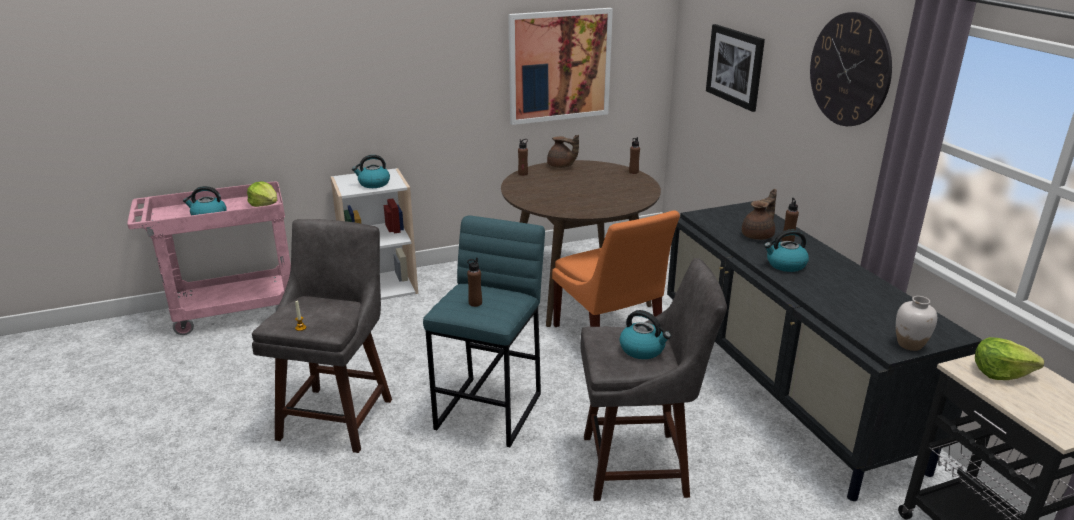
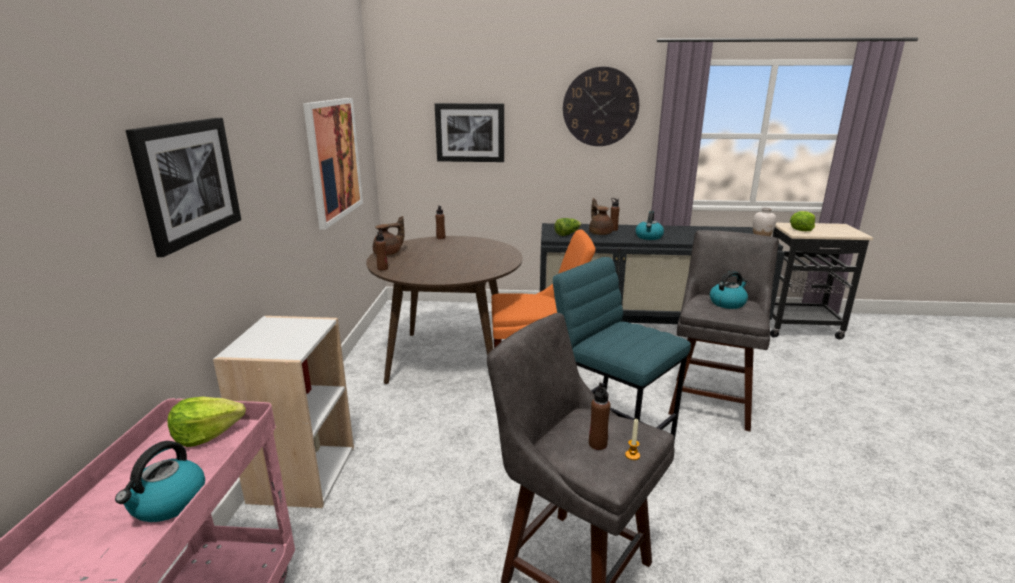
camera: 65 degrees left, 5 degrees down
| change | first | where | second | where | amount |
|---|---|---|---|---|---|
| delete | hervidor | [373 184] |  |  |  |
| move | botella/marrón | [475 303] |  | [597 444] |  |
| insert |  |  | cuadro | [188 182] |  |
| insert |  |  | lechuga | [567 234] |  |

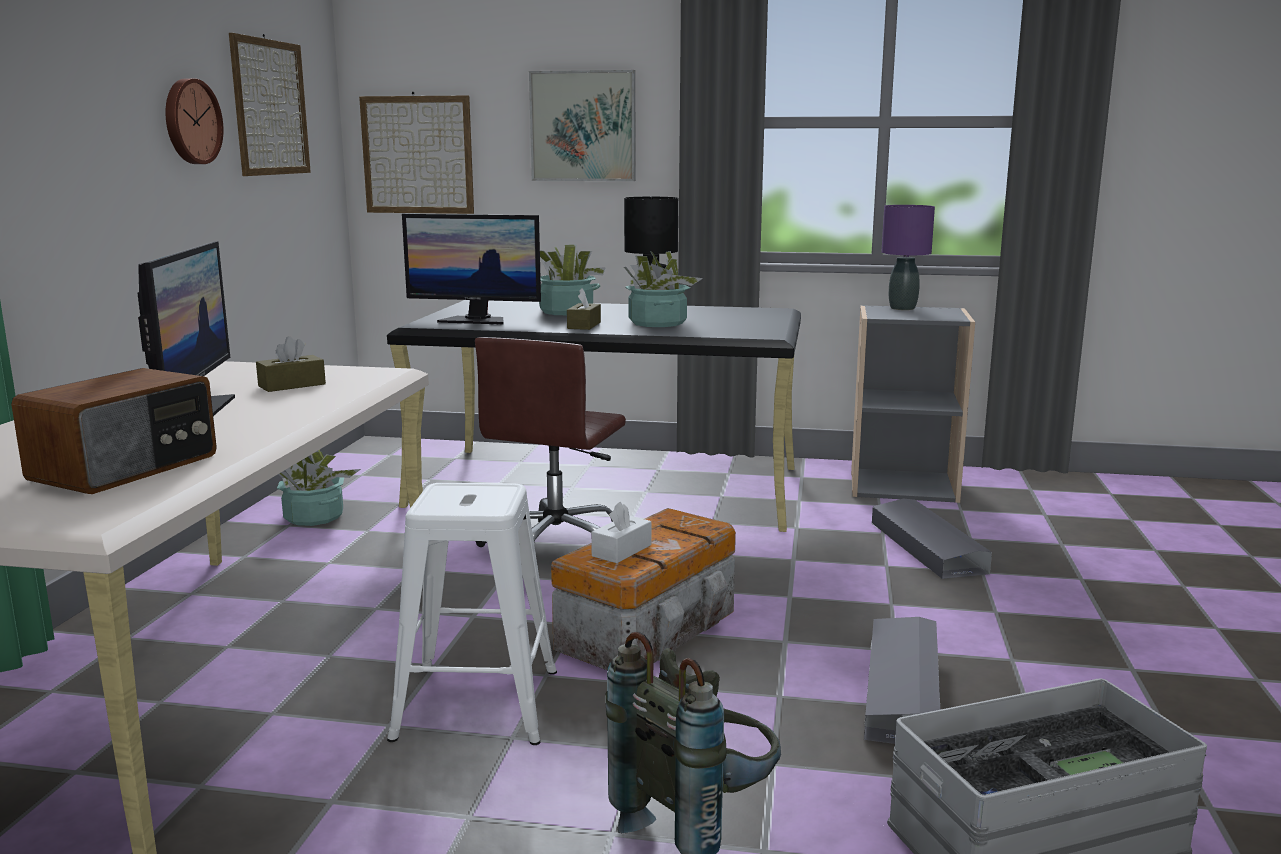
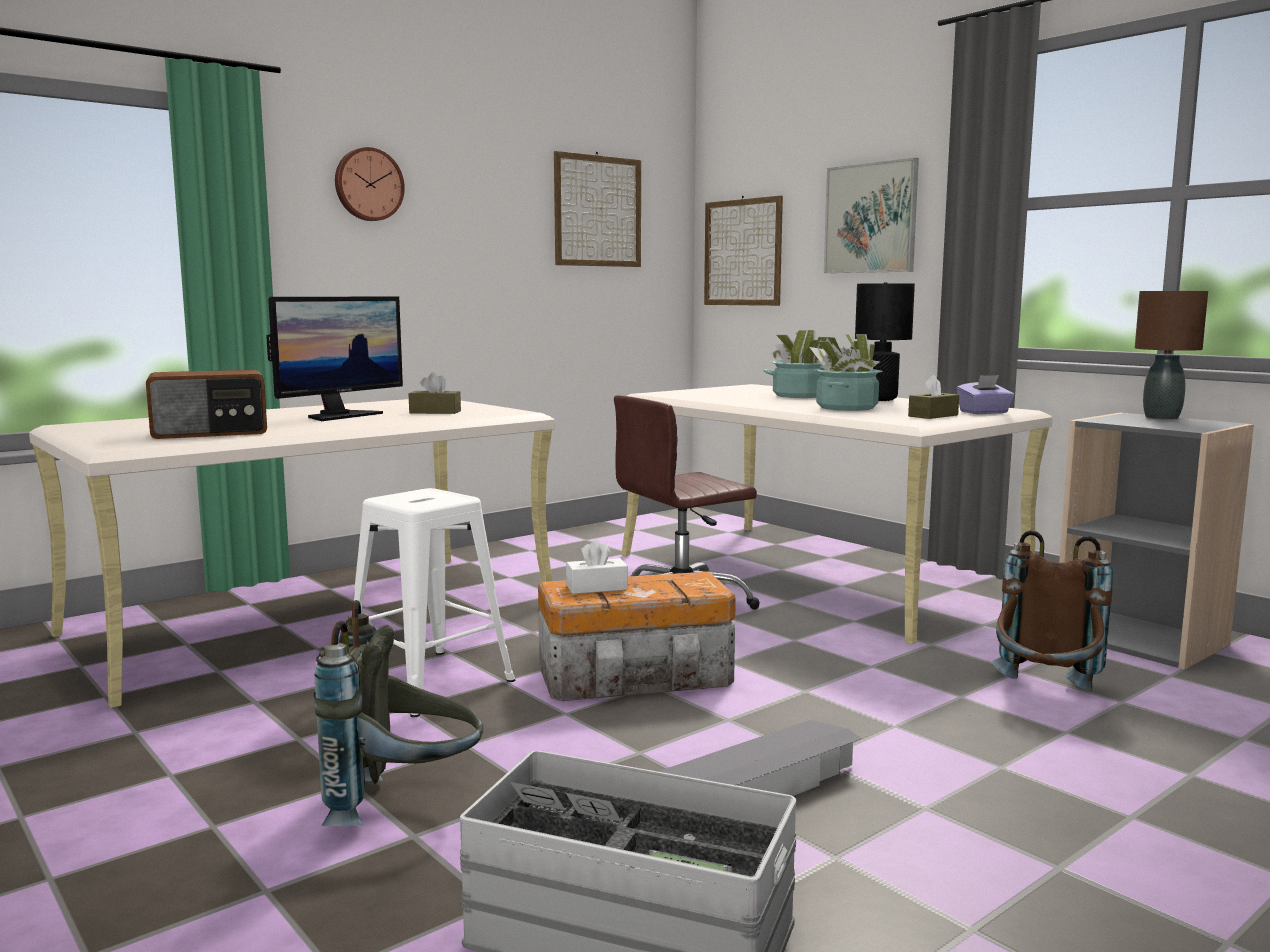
camera: 40 degrees right, 5 degrees down
| change | first | where | second | where | amount |
|---|---|---|---|---|---|
| move | reloj de pared | [190 121] |  | [368 184] |  |
| delete | planta en maceta | [313 517] |  |  |  |
| recolor | escritorio/negro | [609 486] | escritorio/beis | [815 575] |  |
| delete | monitor | [476 320] |  |  |  |
| move | caja de pañuelos/marrón | [584 325] |  | [933 416] |  |
| replace | caja de almacenaje/gris | [927 547] | mochila/marrón | [1045 695] |  |
| recolor | lámpara de mesa/morado | [902 308] | lámpara de mesa/marrón | [1161 417] |  |
| insert |  |  | caja de pañuelos/morado | [984 412] |  |

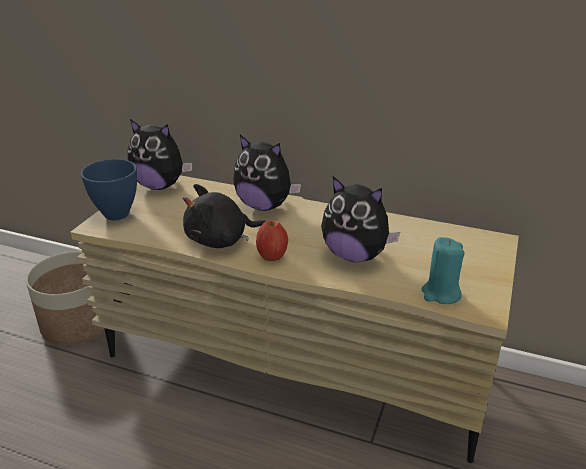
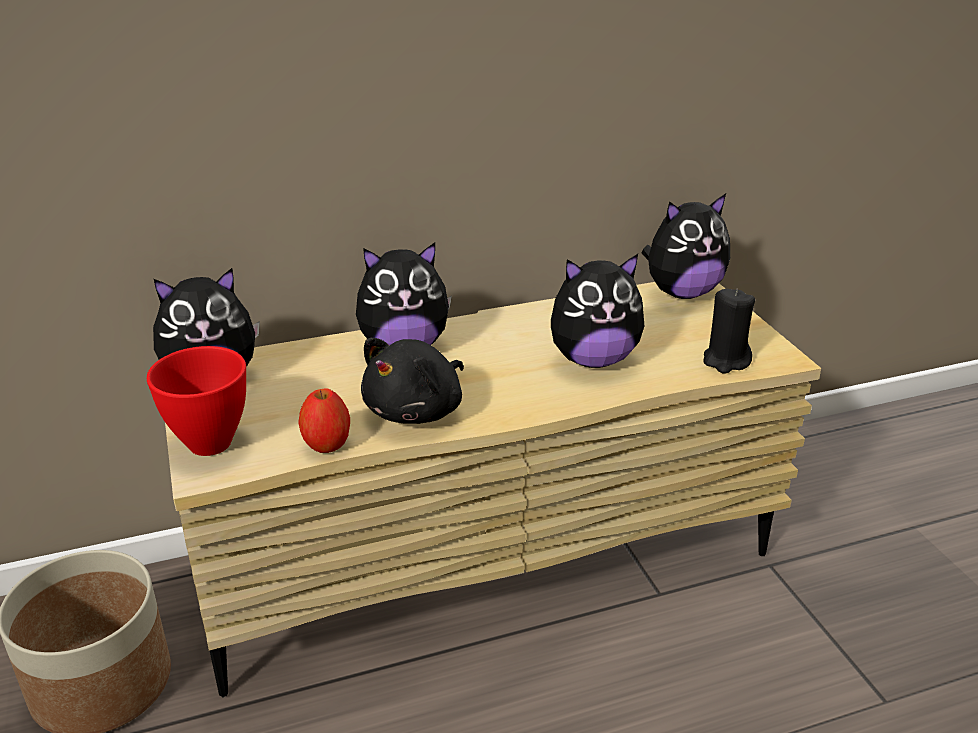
camera: 40 degrees left, 0 degrees up
| change | first | where | second | where | amount |
|---|---|---|---|---|---|
| recolor | cuenco/azul | [118 214] | cuenco/rojo | [212 442] |  |
| move | manzana | [272 256] |  | [327 444] |  |
| recolor | vela/turquesa | [440 294] | vela/negro | [726 361] |  |
| insert |  |  | peluche | [682 292] |  |

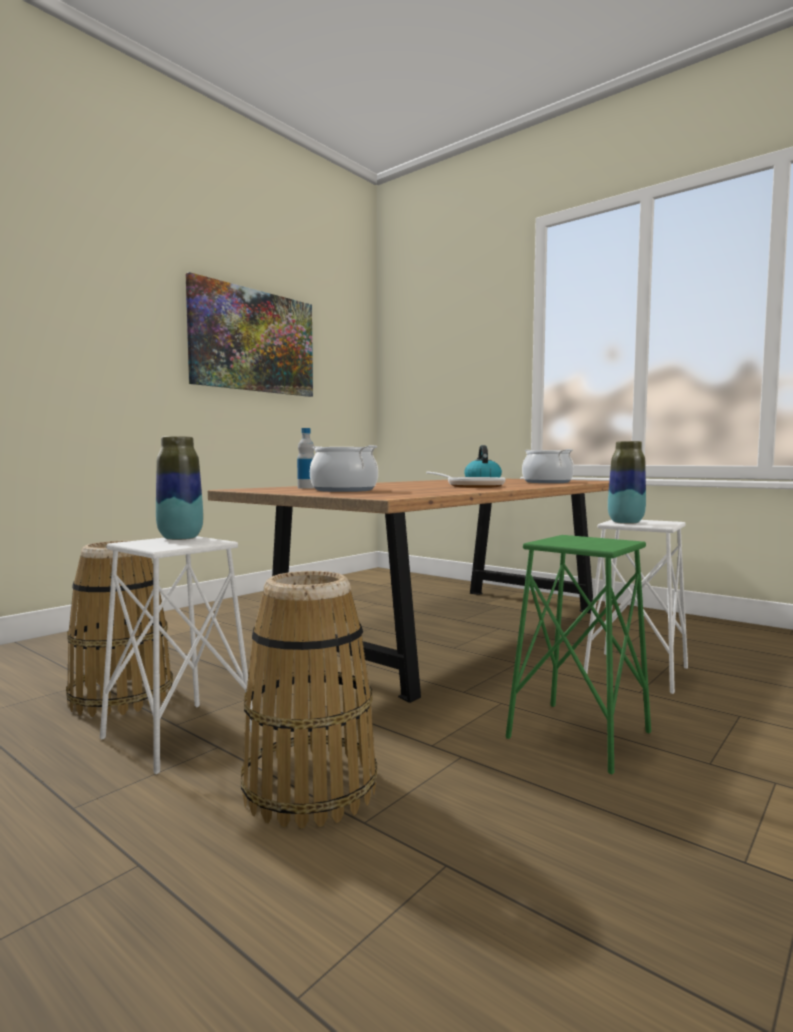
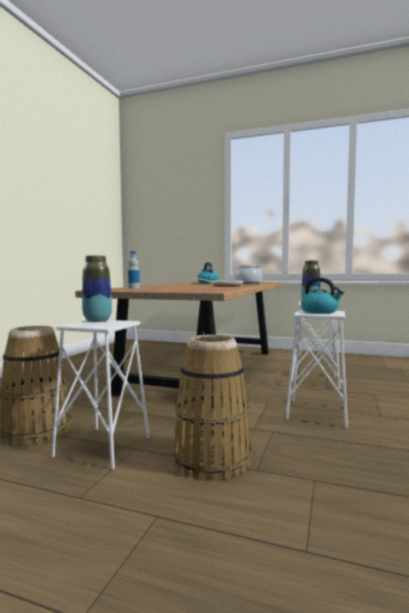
camera: 20 degrees left, 0 degrees up
| change | first | where | second | where | amount |
|---|---|---|---|---|---|
| delete | cuadro | [253 341] |  |  |  |
| delete | olla | [344 490] |  |  |  |
| recolor | taburete/verde | [578 735] | taburete/blanco | [317 413] |  |
| insert |  |  | hervidor | [320 311] |  |

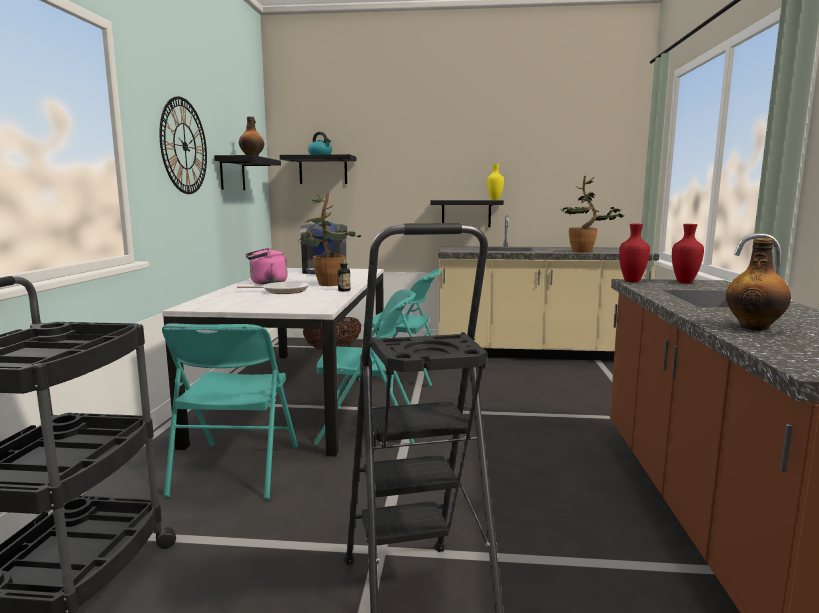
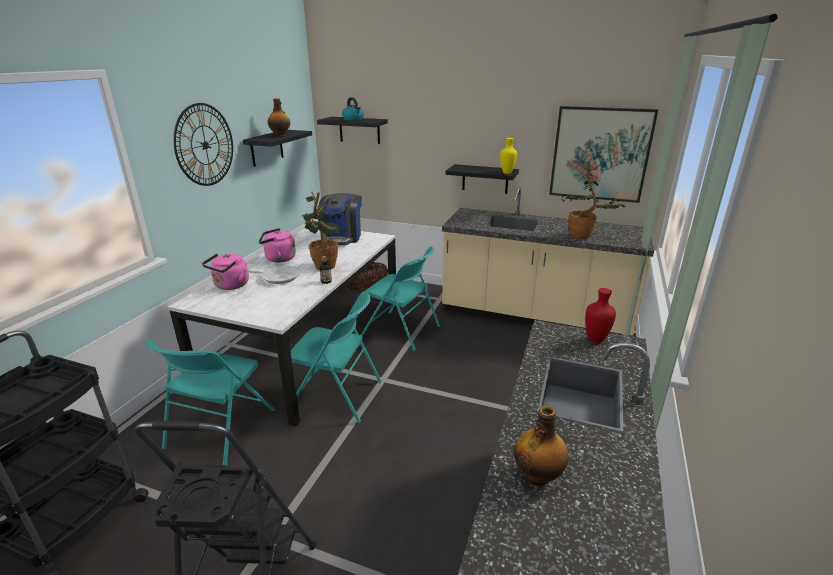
camera: 15 degrees right, 15 degrees up
| change | first | where | second | where | amount |
|---|---|---|---|---|---|
| delete | florero/rojo | [631 281] |  |  |  |
| insert |  |  | hervidor/rosa | [230 286] |  |
| insert |  |  | cuadro | [600 154] |  |

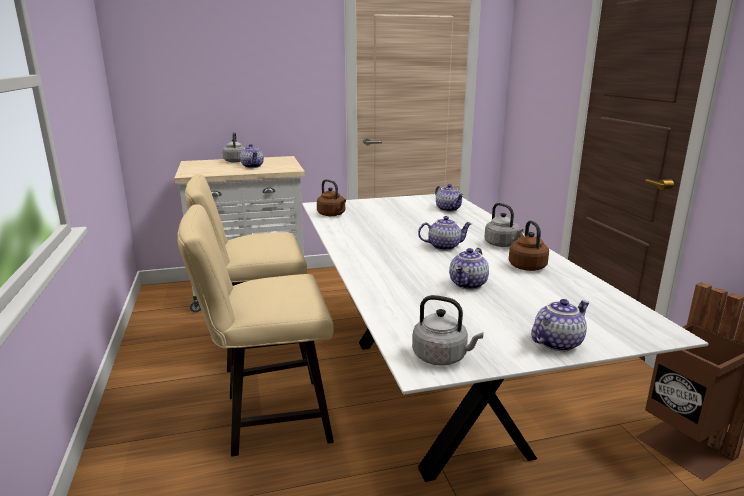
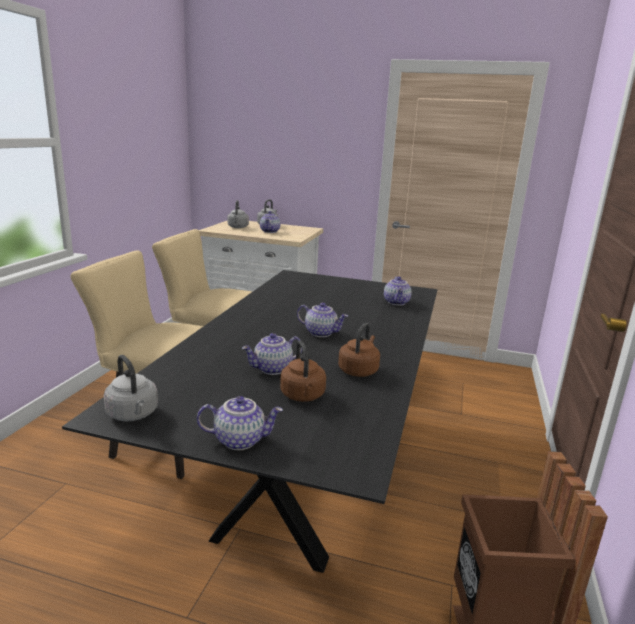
camera: 30 degrees right, 0 degrees up
| change | first | where | second | where | amount |
|---|---|---|---|---|---|
| recolor | mesa de comedor/blanco | [433 392] | mesa de comedor/negro | [305 474] |  |
| move | hervidor/marrón | [332 214] |  | [303 396] |  |
| move | hervidor/gris | [502 245] |  | [238 227] |  |

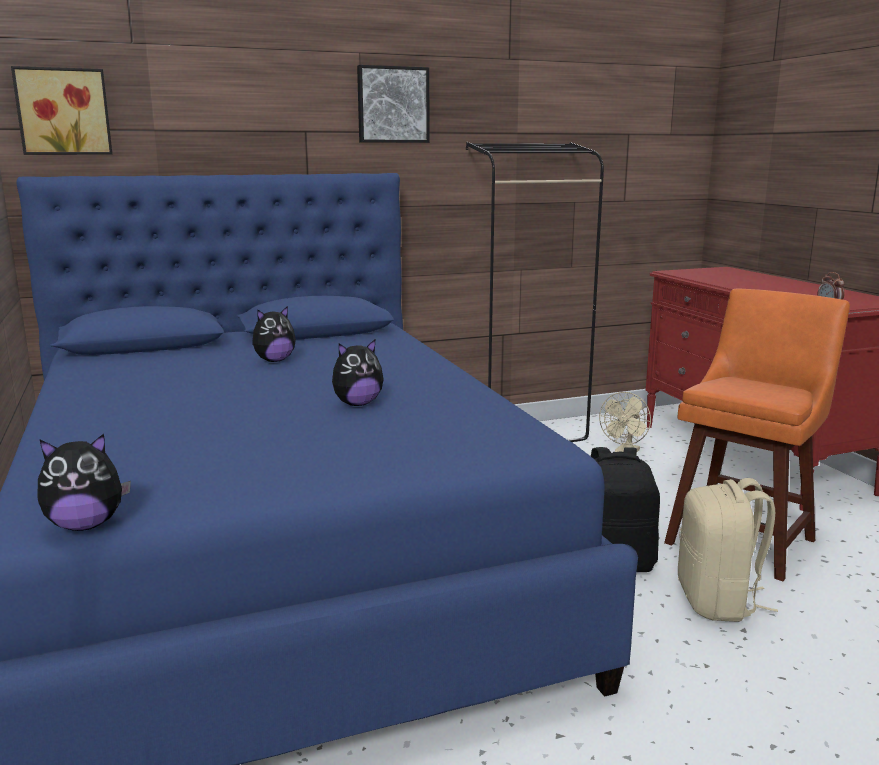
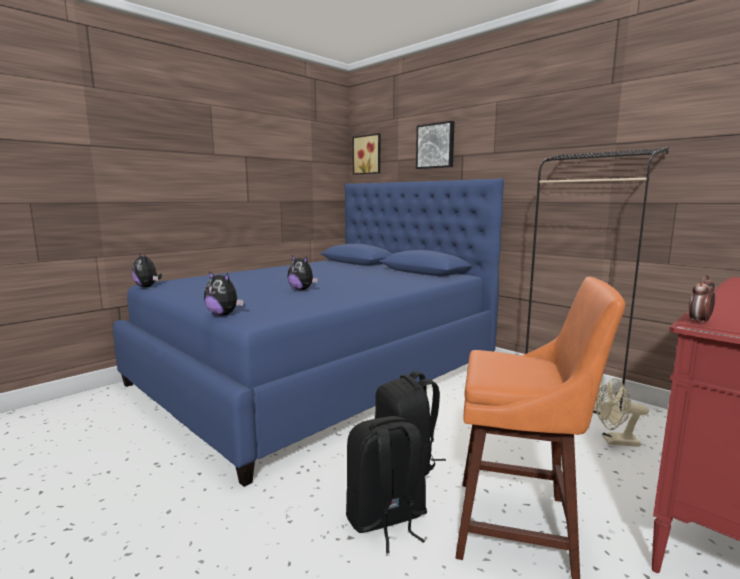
camera: 65 degrees right, 5 degrees down
| change | first | where | second | where | amount |
|---|---|---|---|---|---|
| move | peluche | [274 360] |  | [223 314] |  |
| move | cuadro | [392 105] |  | [436 146] |  |
| recolor | mochila/beis | [718 601] | mochila/negro | [386 519] |  |

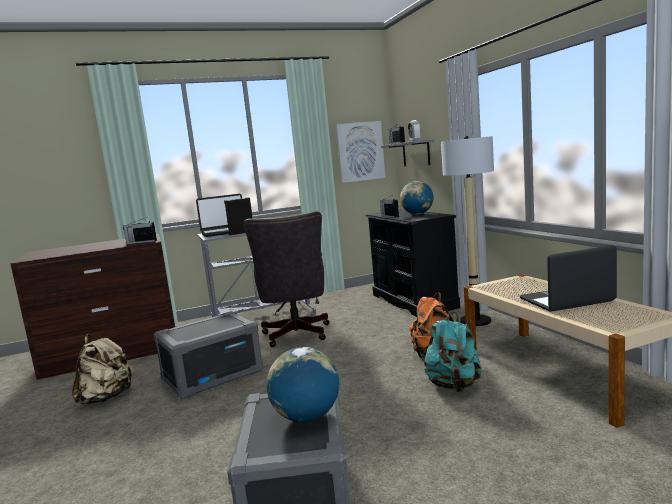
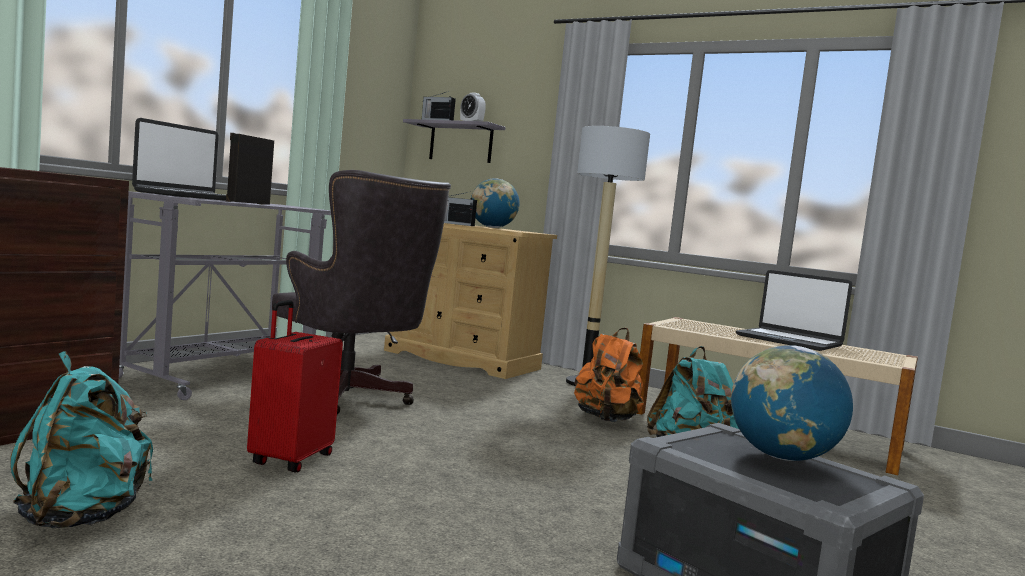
camera: 40 degrees left, 5 degrees down
| change | first | where | second | where | amount |
|---|---|---|---|---|---|
| recolor | mochila/beis | [107 398] | mochila/turquesa | [82 516] |  |
| delete | radio | [141 242] |  |  |  |
| replace | caja de almacenaje/gris | [213 375] | maleta/rojo | [289 460] |  |
| delete | cuadro | [360 151] |  |  |  |
| recolor | cómoda/negro | [413 301] | cómoda/beis | [461 360] |  |
| rotate | portátil | [566 300] |  | [789 341] | 90 degrees counterclockwise |

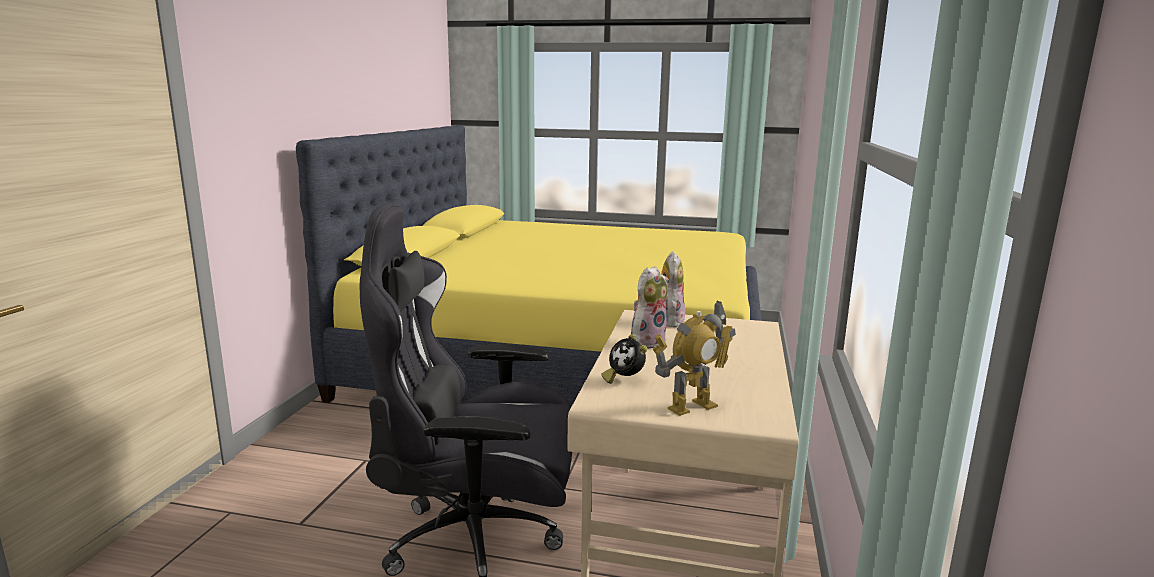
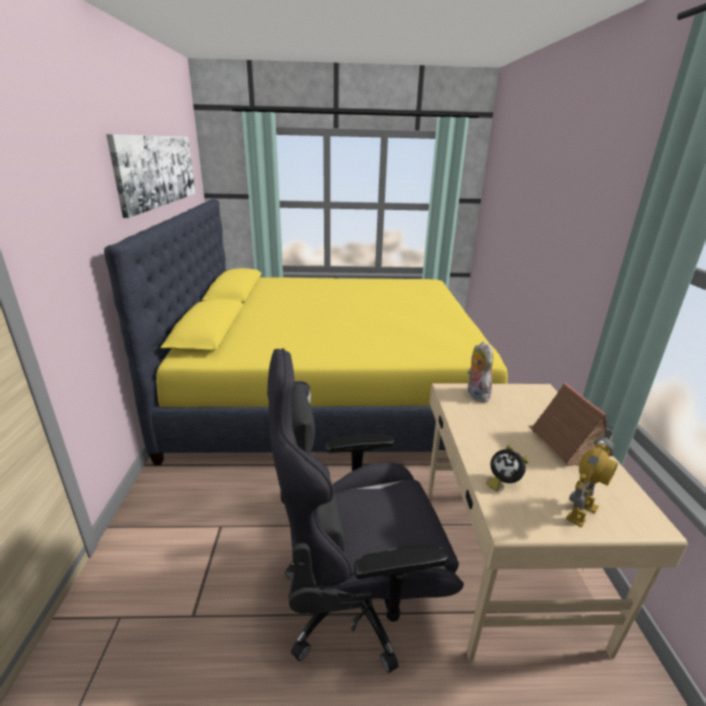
camera: 15 degrees left, 10 degrees up
| change | first | where | second | where | amount |
|---|---|---|---|---|---|
| delete | peluche | [647 342] |  |  |  |
| insert |  |  | cuadro | [158 170] |  |
| insert |  |  | casita | [566 444] |  |

